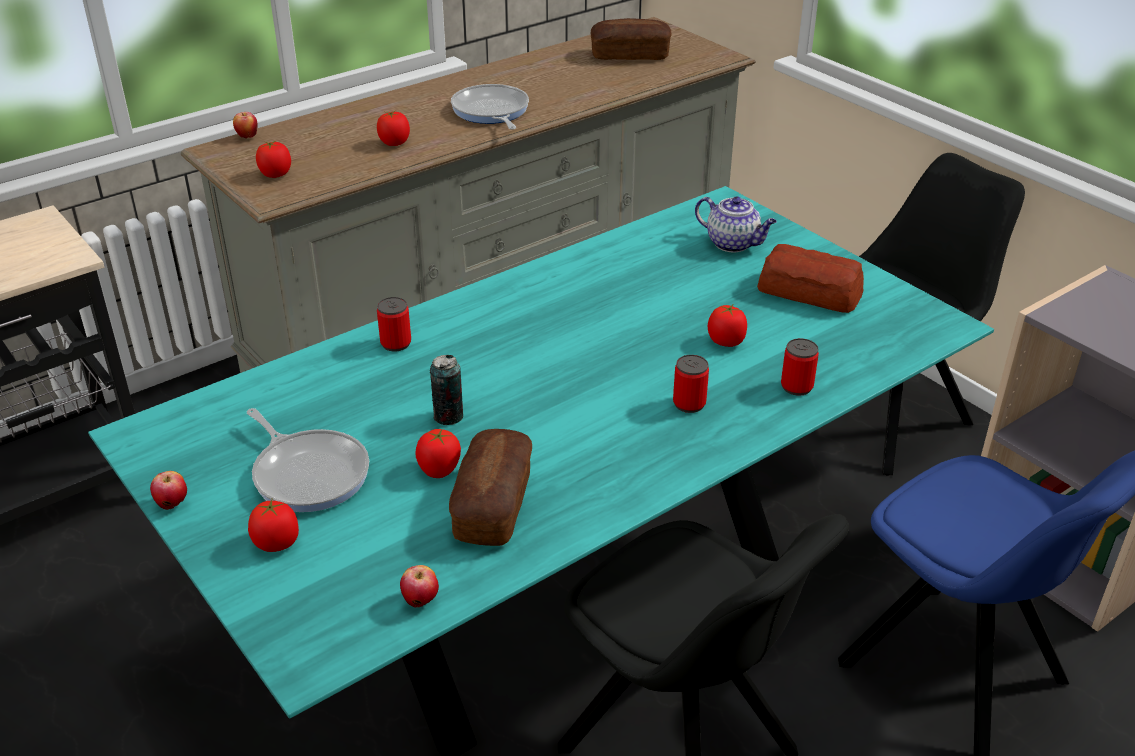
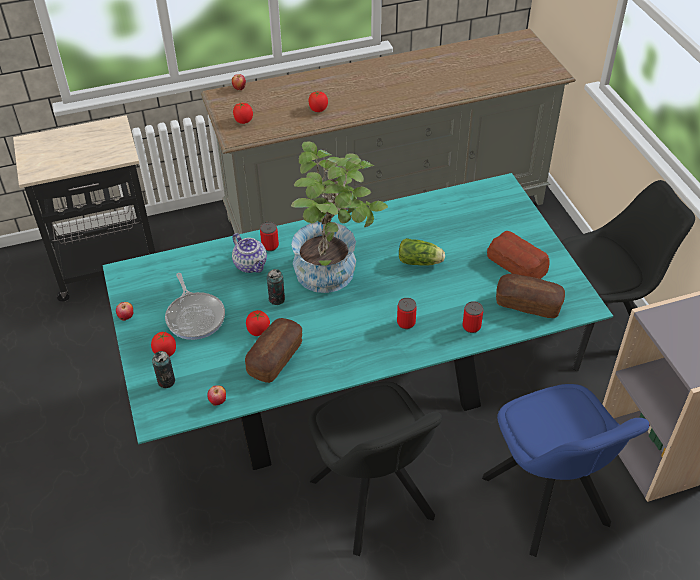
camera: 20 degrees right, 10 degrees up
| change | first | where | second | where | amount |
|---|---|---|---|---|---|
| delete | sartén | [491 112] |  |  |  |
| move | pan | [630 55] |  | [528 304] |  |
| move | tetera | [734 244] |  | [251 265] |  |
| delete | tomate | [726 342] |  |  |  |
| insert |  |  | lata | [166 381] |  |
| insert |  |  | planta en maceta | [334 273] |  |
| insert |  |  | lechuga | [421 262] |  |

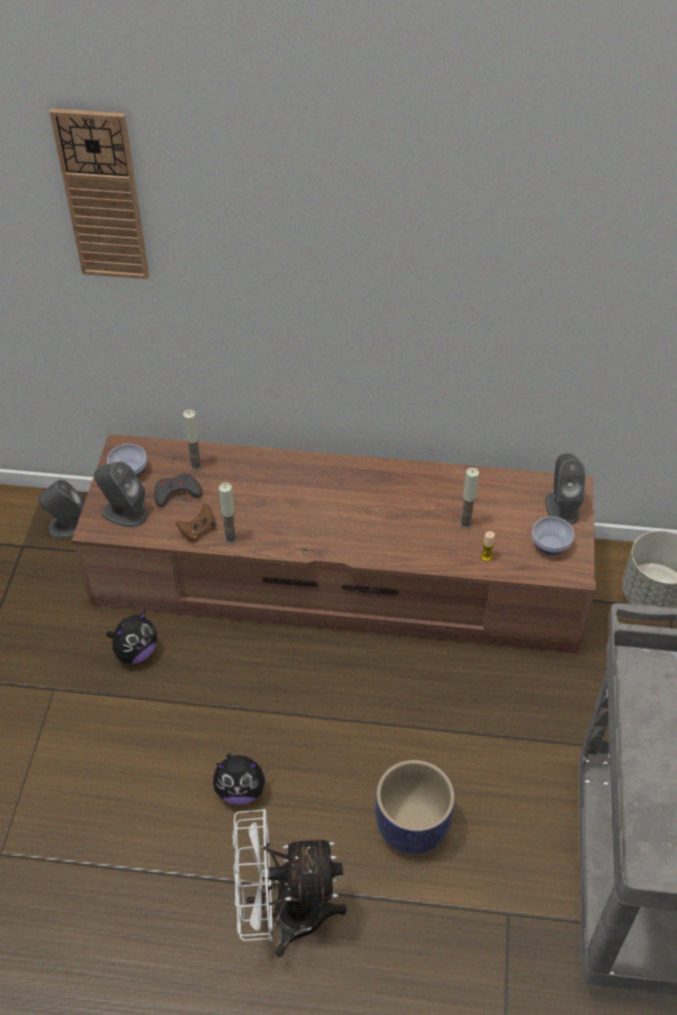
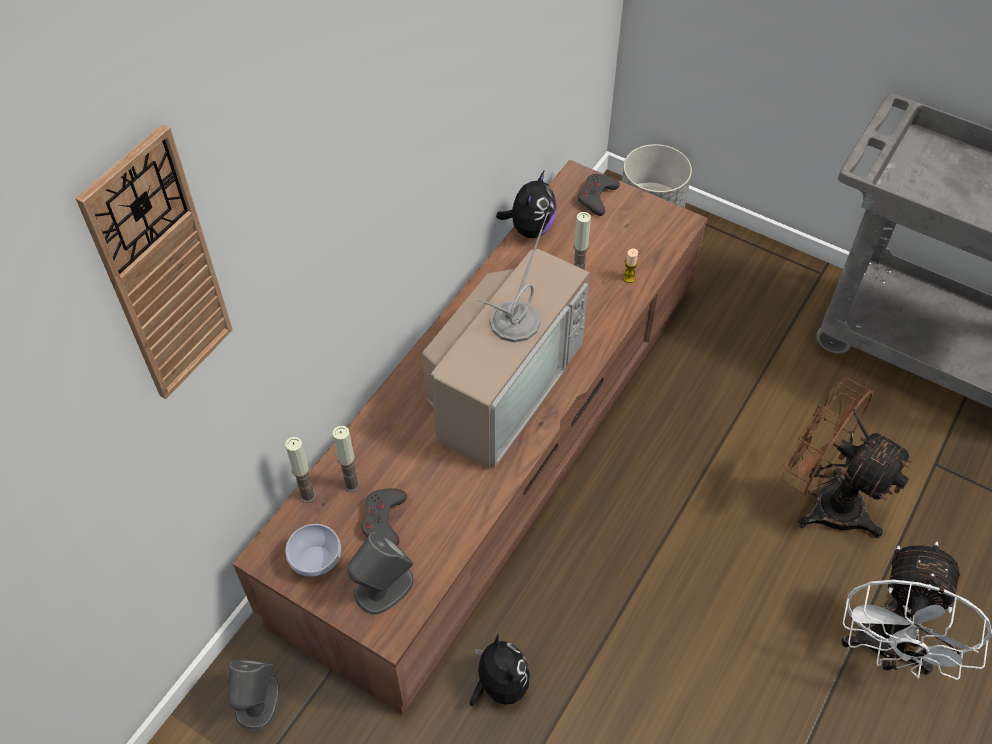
camera: 65 degrees left, 5 degrees up
| change | first | where | second | where | amount |
|---|---|---|---|---|---|
| delete | mando de consola/marrón | [198 531] |  |  |  |
| move | peluche | [240 790] |  | [530 228] |  |
| move | vela | [230 538] |  | [308 495] |  |
| replace | maceta | [411 827] | ventilador/marrón | [824 502] |  |
| delete | cuenco | [549 546] |  |  |  |
| replace | altavoz/gris | [562 507] | mando de consola/gris | [597 197] |  |
| insert |  |  | televisor | [502 383] |  |

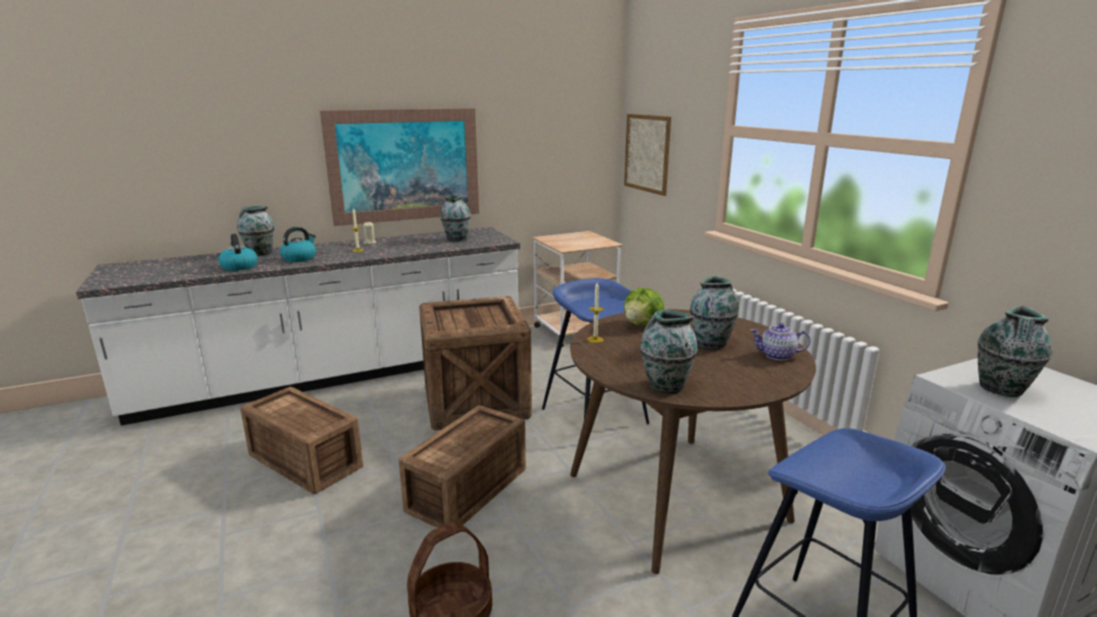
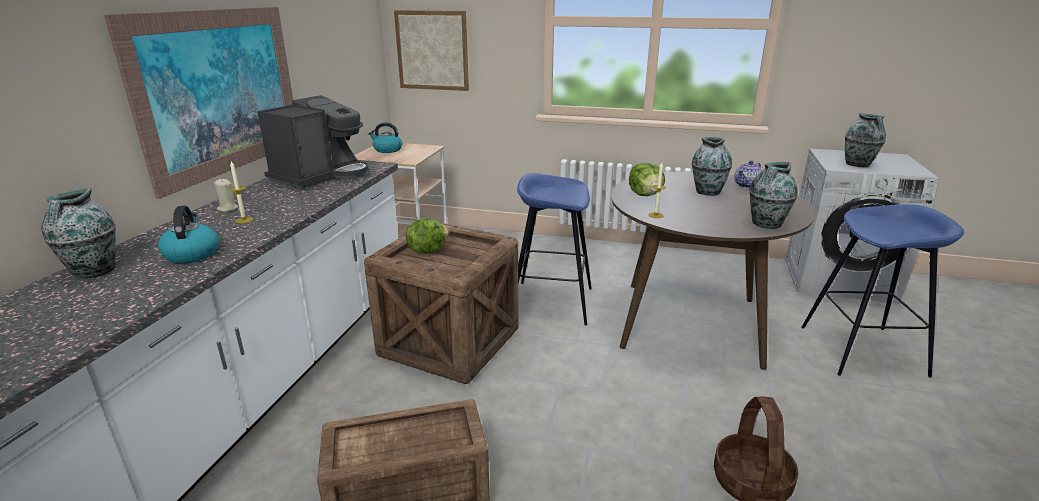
camera: 50 degrees left, 5 degrees up
| change | first | where | second | where | amount |
|---|---|---|---|---|---|
| move | hervidor | [239 266] |  | [387 150] |  |
| delete | caja de embalaje | [470 489] |  |  |  |
| replace | florero | [456 239] | cafetera | [321 176] |  |
| insert |  |  | lechuga | [427 250] |  |

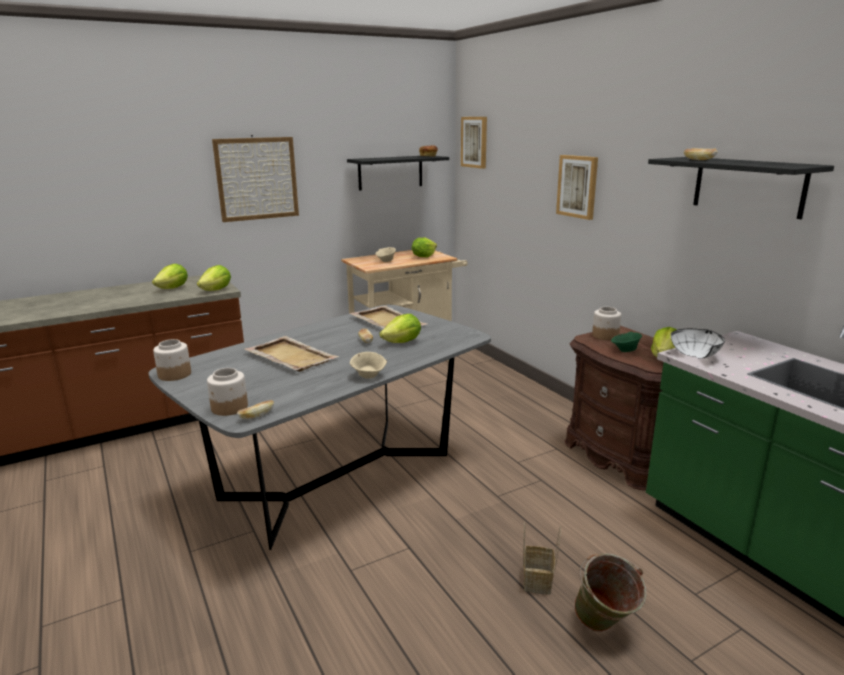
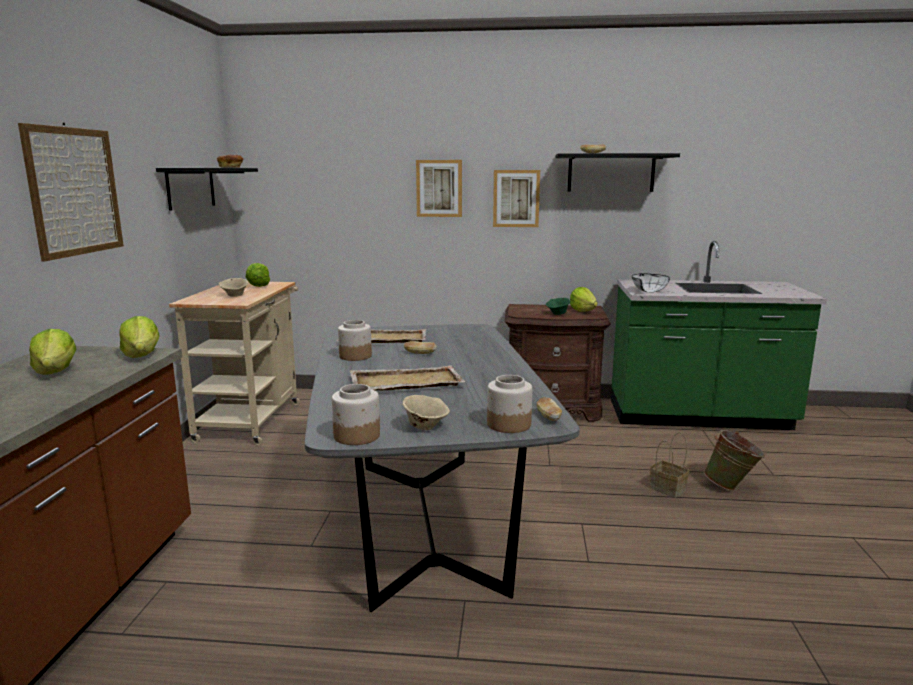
camera: 55 degrees left, 5 degrees down
| change | first | where | second | where | amount |
|---|---|---|---|---|---|
| move | cuenco/beis | [369 376] |  | [425 427] |  |
| delete | lechuga | [402 342] |  |  |  |
| move | cuadro | [474 142] |  | [516 198] |  |
| move | tarro | [605 335] |  | [355 356] |  |

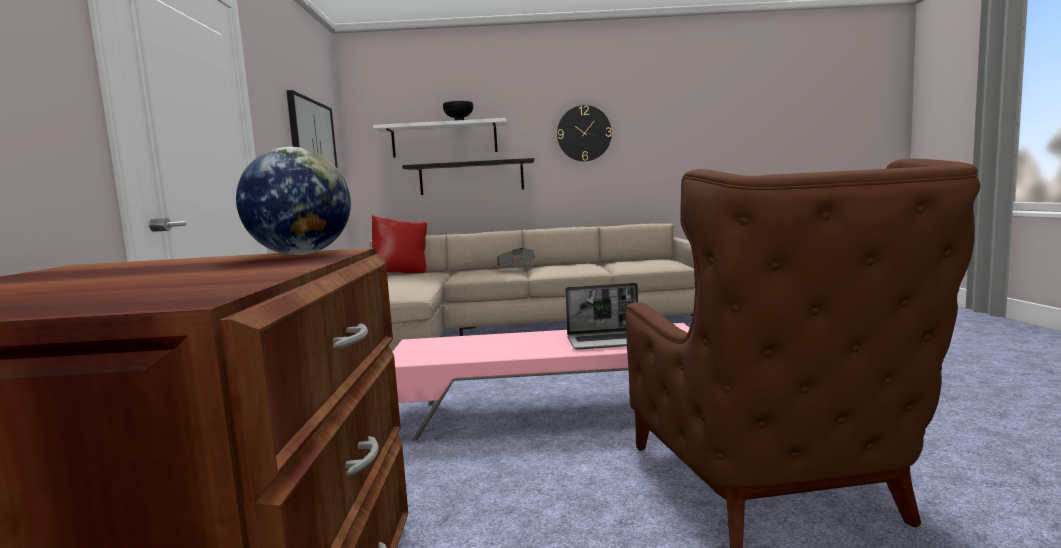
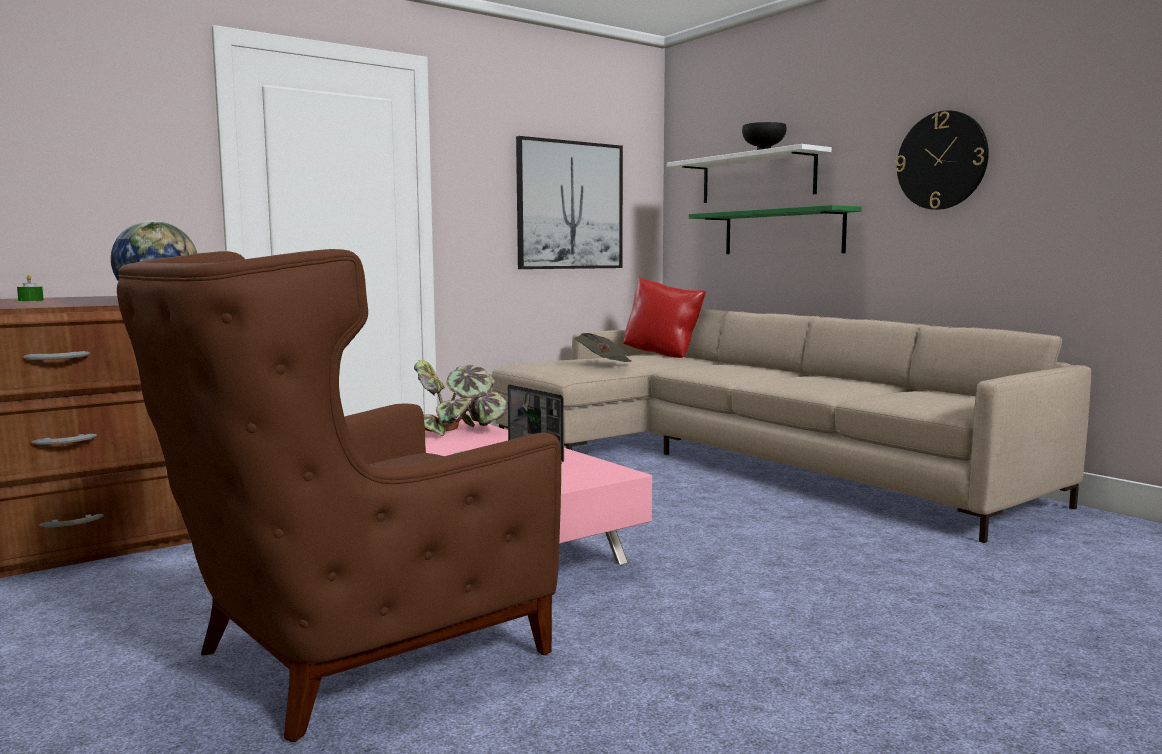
camera: 55 degrees right, 0 degrees up
| change | first | where | second | where | amount |
|---|---|---|---|---|---|
| recolor | estante/negro | [471 177] | estante/verde | [782 232] |  |
| move | periódico | [516 270] |  | [605 364] |  |
| insert |  |  | vela/verde | [31 300] |  |
| insert |  |  | planta en maceta | [460 431] |  |

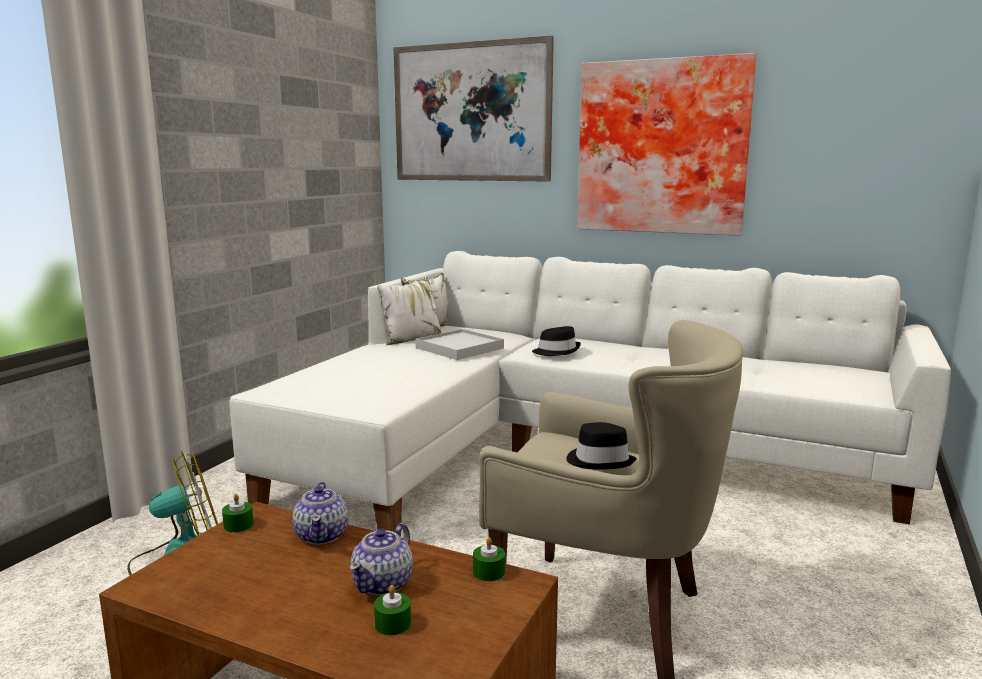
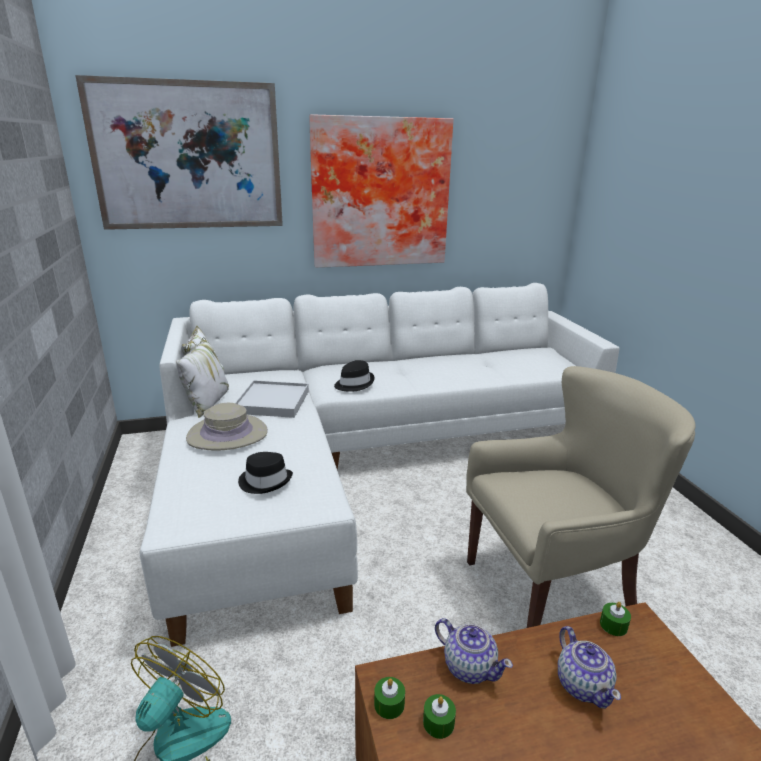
camera: 40 degrees left, 10 degrees up
| change | first | where | second | where | amount |
|---|---|---|---|---|---|
| move | vela/verde | [393 624] |  | [438 722] |  |
| move | sombrero/negro | [600 461] |  | [265 481] |  |
| insert |  |  | sombrero/beis | [227 434] |  |

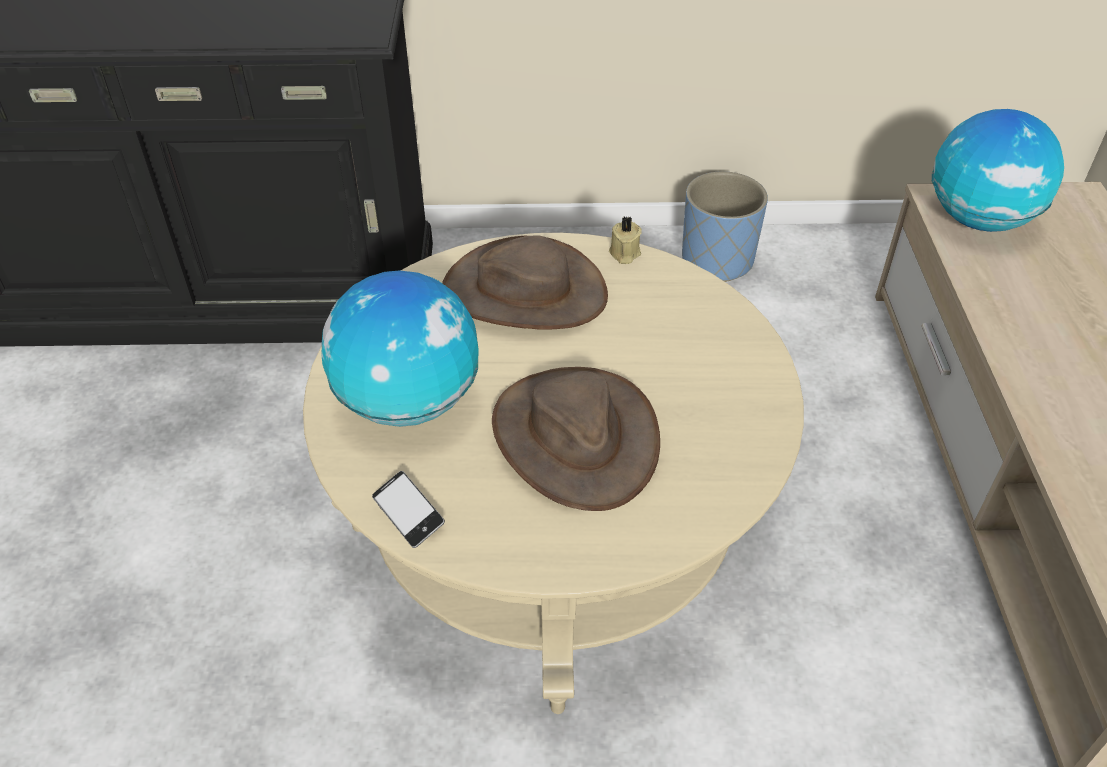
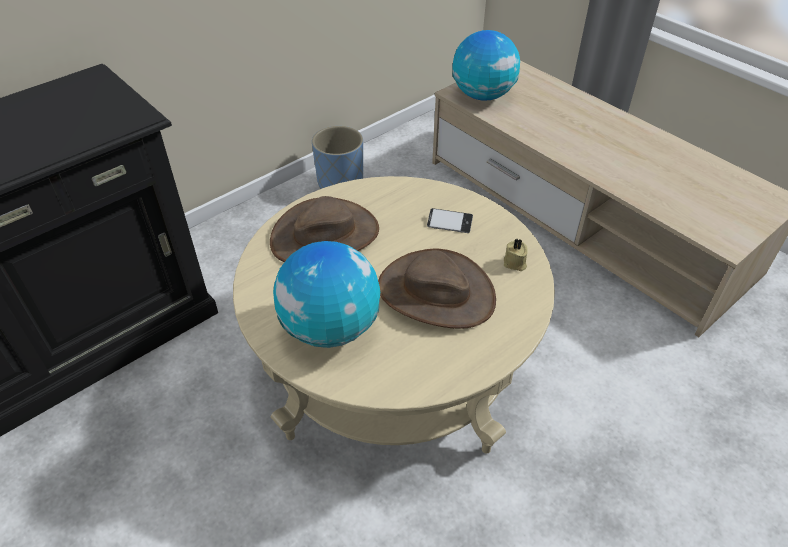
camera: 40 degrees left, 0 degrees up
| change | first | where | second | where | amount |
|---|---|---|---|---|---|
| move | móvil | [408 513] |  | [449 224] |  |
| move | vela/beis | [624 254] |  | [515 263] |  |

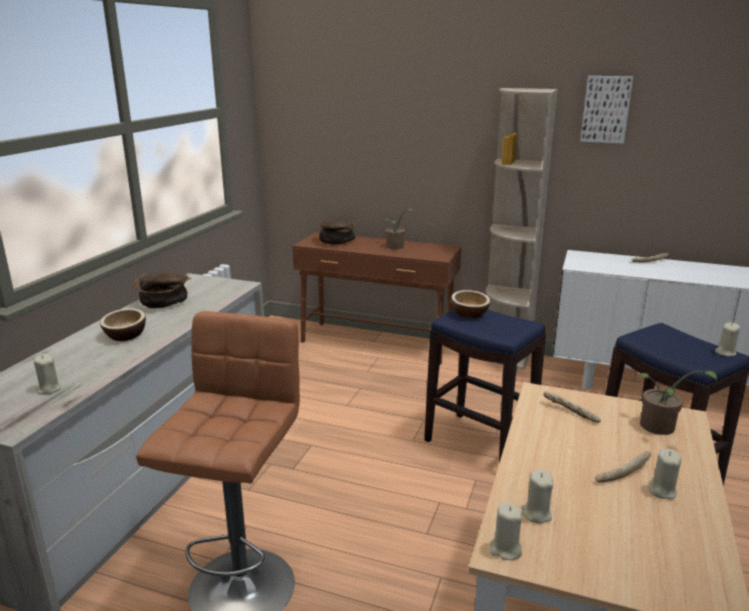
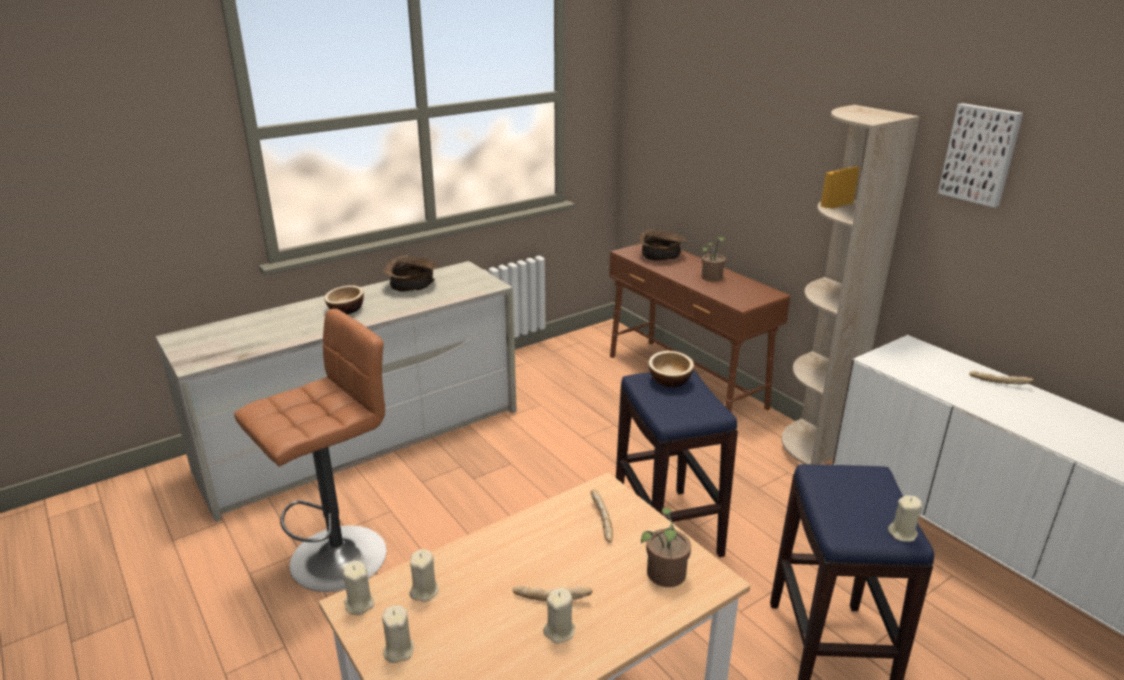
camera: 35 degrees right, 5 degrees up
| change | first | where | second | where | amount |
|---|---|---|---|---|---|
| move | vela/beis | [49 389] |  | [398 650] |  |

